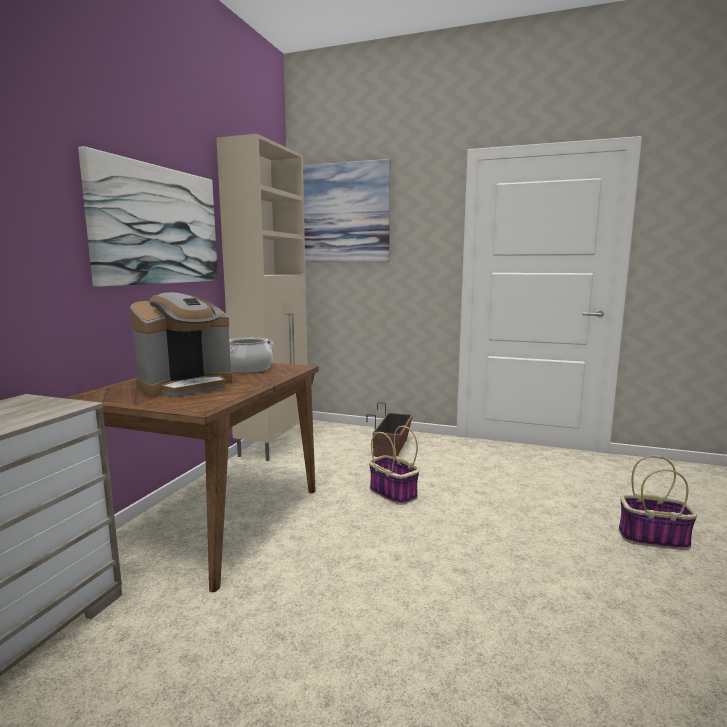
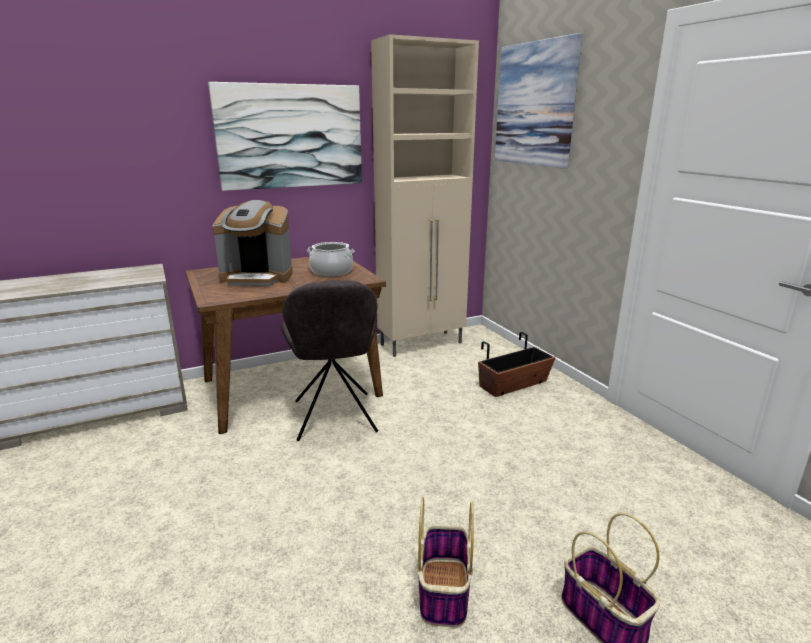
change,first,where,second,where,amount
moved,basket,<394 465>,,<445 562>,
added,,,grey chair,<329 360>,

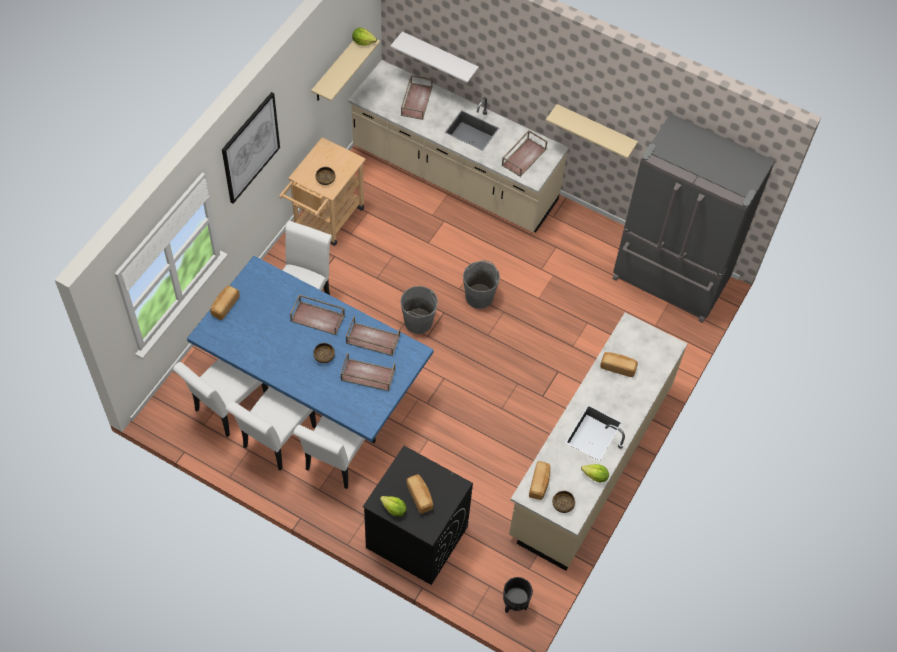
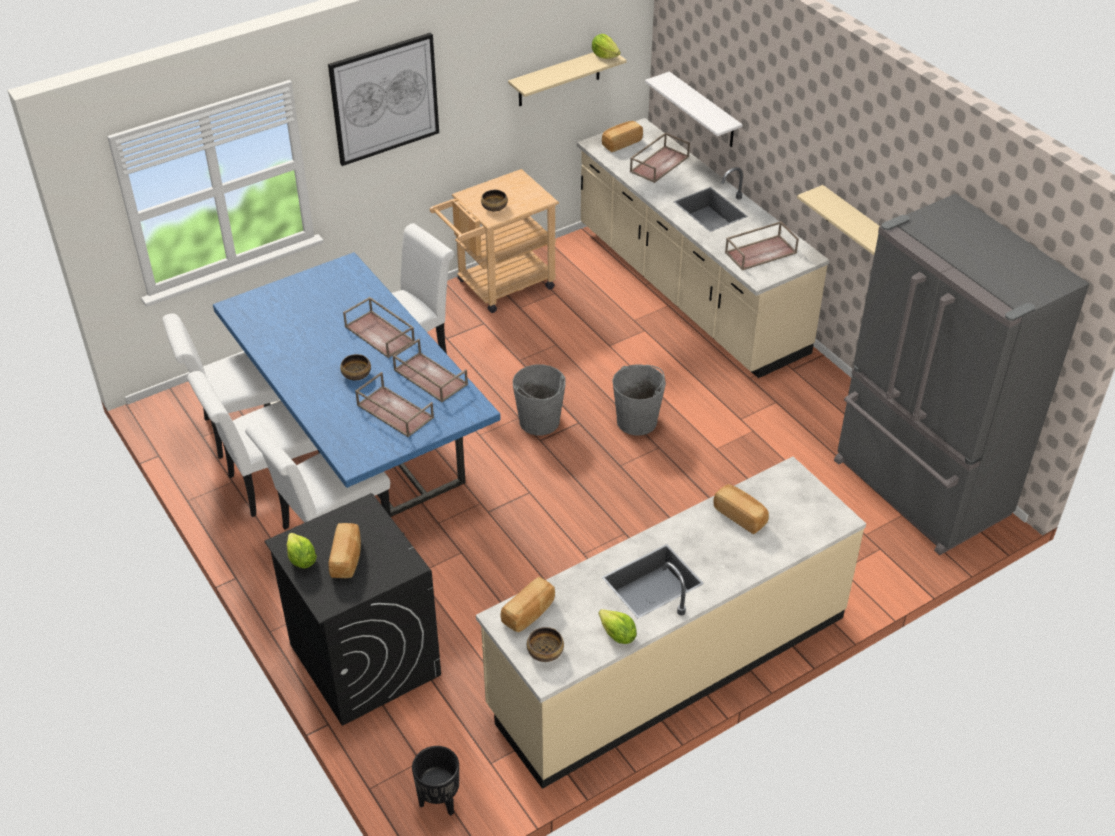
change,first,where,second,where,amount
moved,bread,<225 303>,,<622 136>,

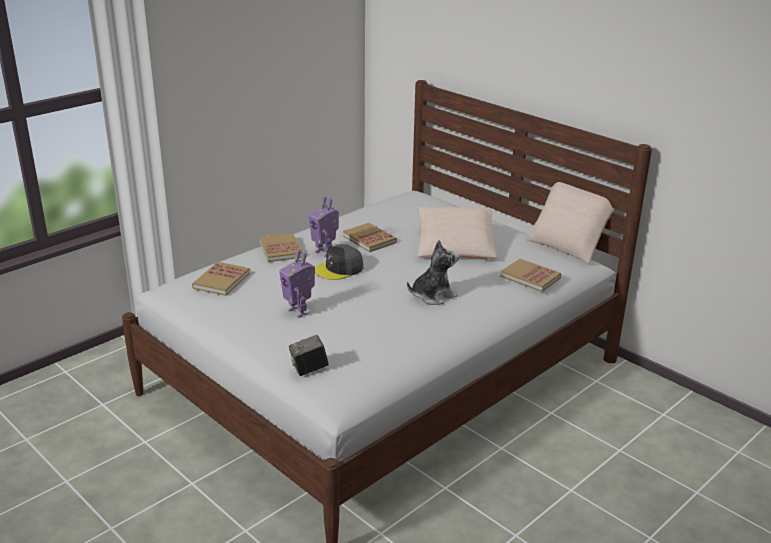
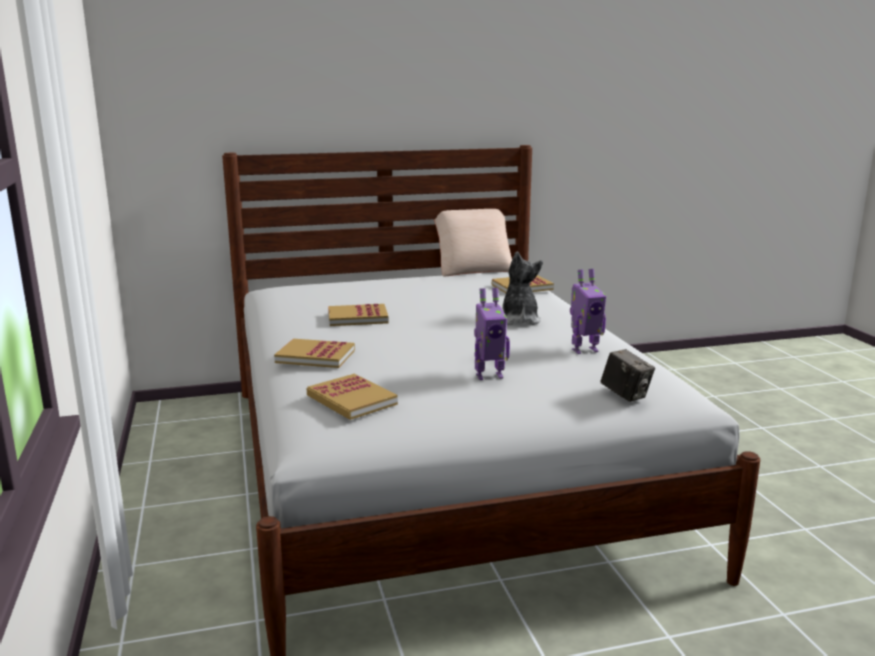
change,first,where,second,where,amount
turned,photo camera,<309 355>,,<627 375>,45 degrees counterclockwise
moved,toy robot,<324 226>,,<588 311>,
removed,grey cap,<339 262>,,,
removed,beige pillow,<457 232>,,,

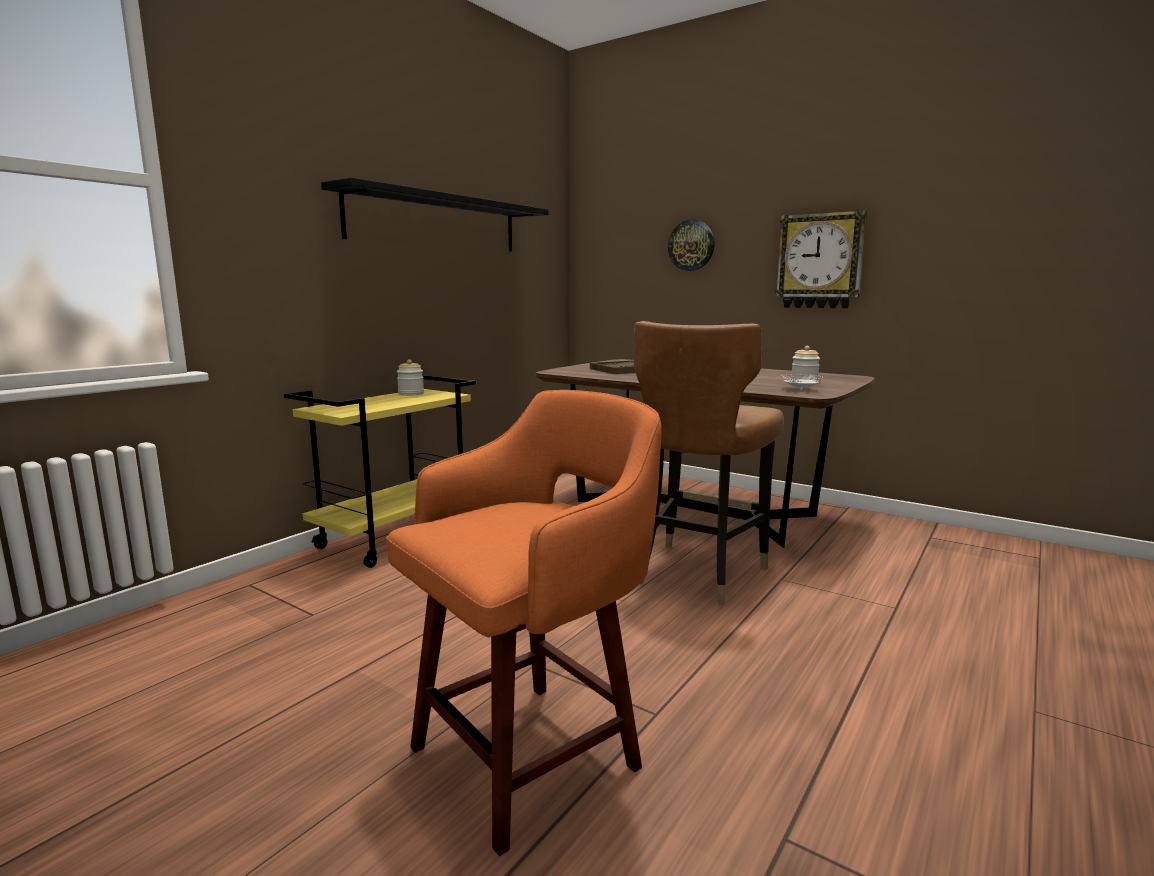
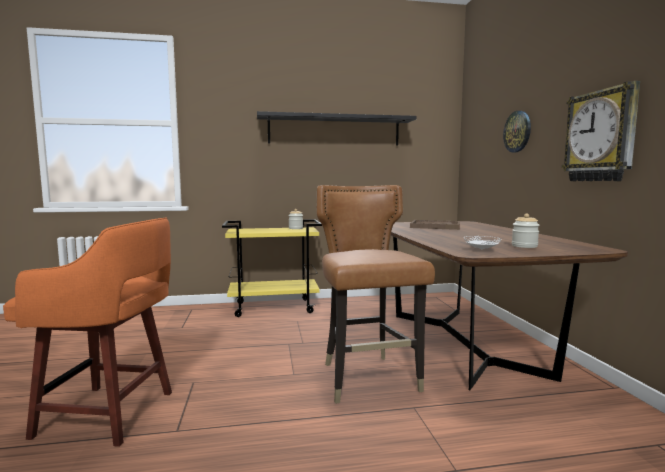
change,first,where,second,where,amount
turned,brown chair,<709 463>,,<375 294>,90 degrees clockwise

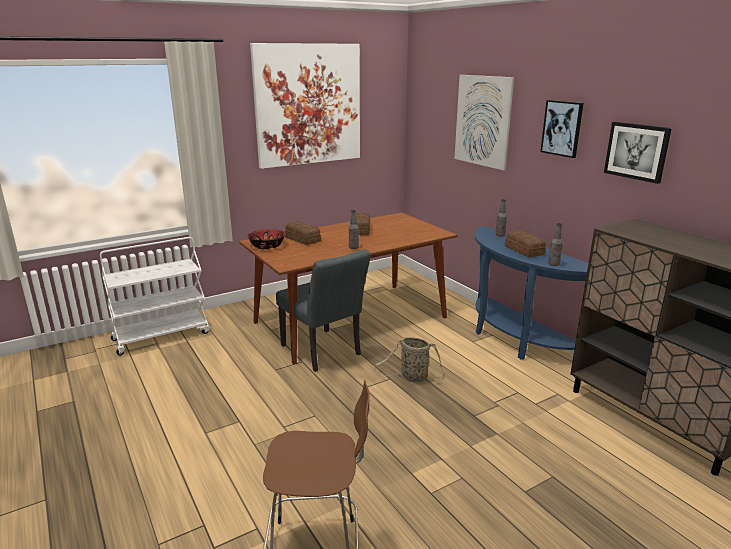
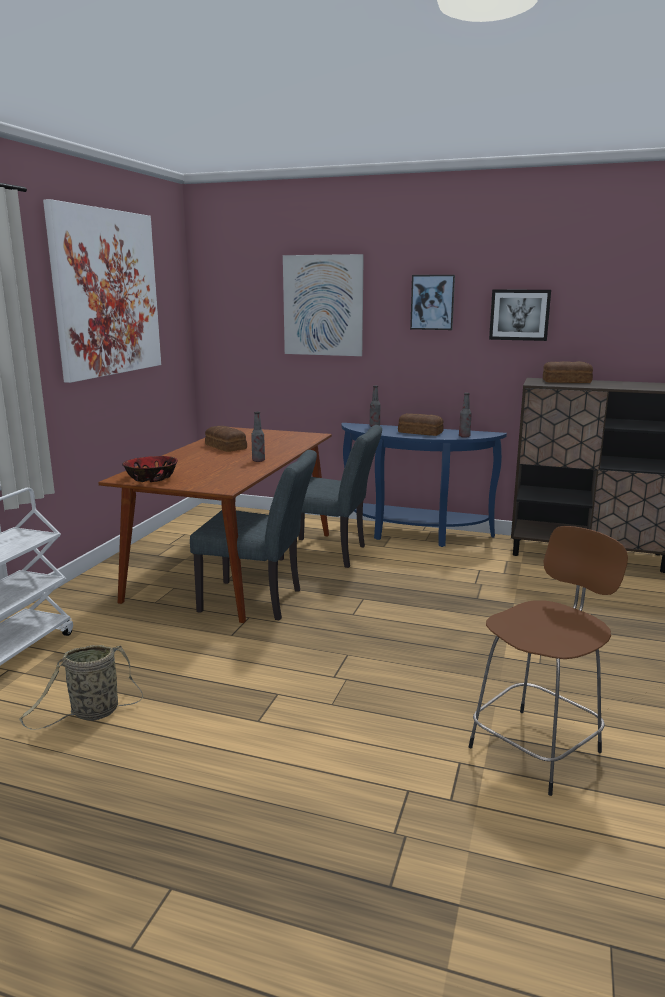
change,first,where,second,where,amount
moved,bread,<303 233>,,<568 372>,
moved,basket,<409 360>,,<81 687>,
added,,,grey chair,<330 496>,

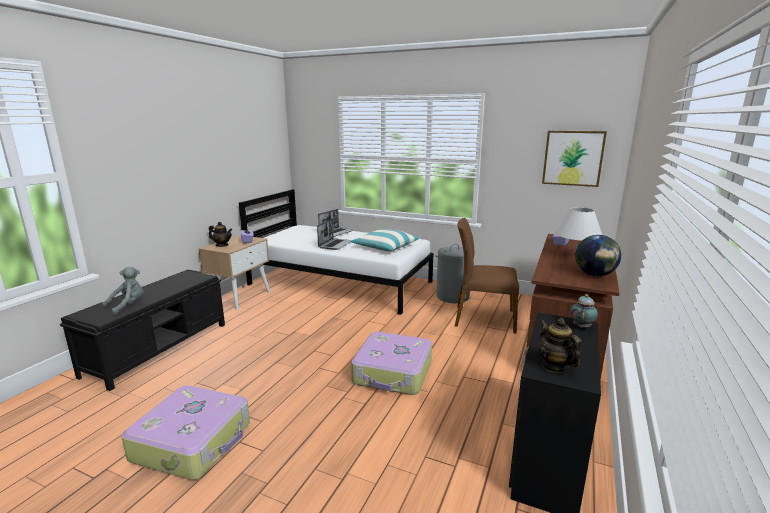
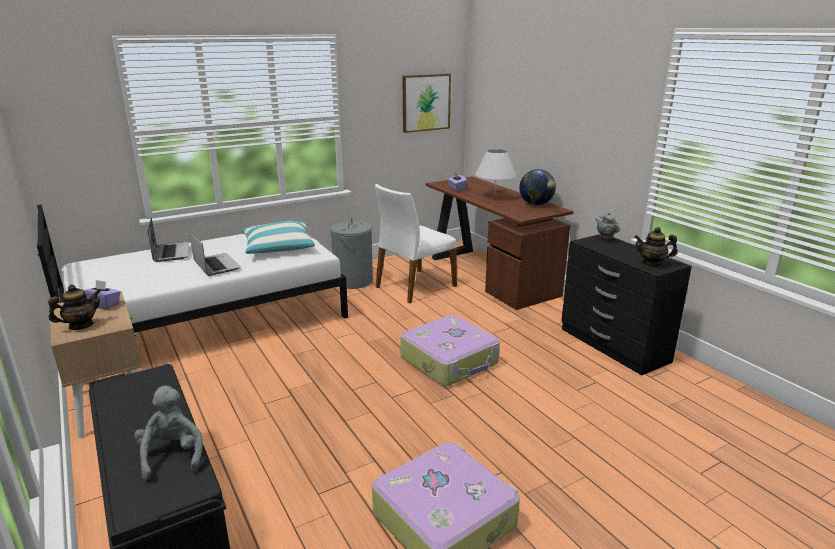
change,first,where,second,where,amount
recoloured,brown chair,<487 276>,white chair,<416 244>,

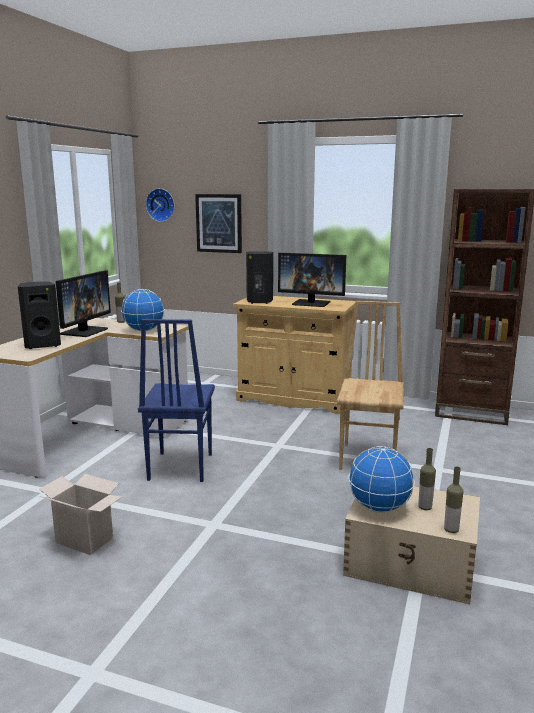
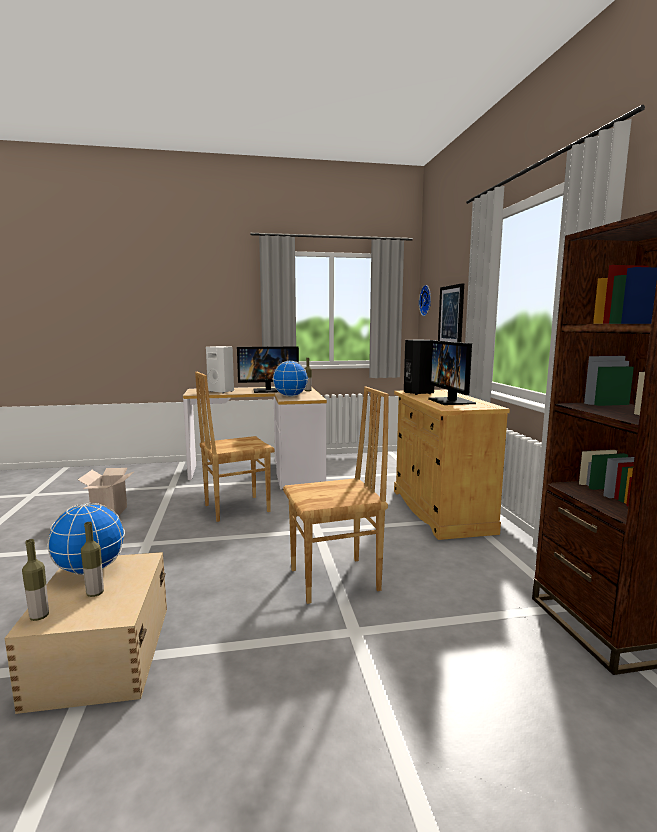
change,first,where,second,where,amount
recoloured,black speaker,<39 315>,white speaker,<220 369>,
recoloured,blue chair,<176 400>,brown chair,<235 447>,

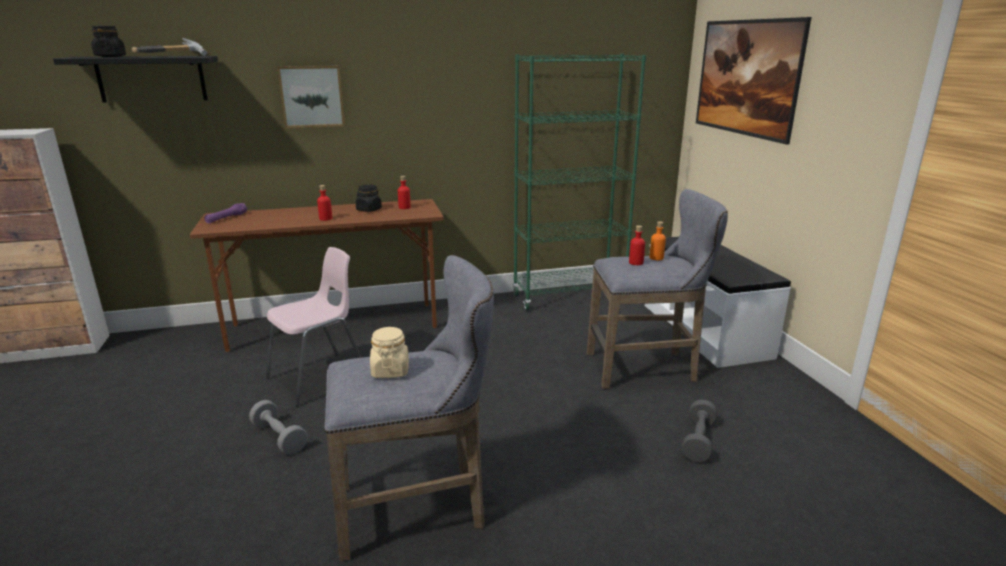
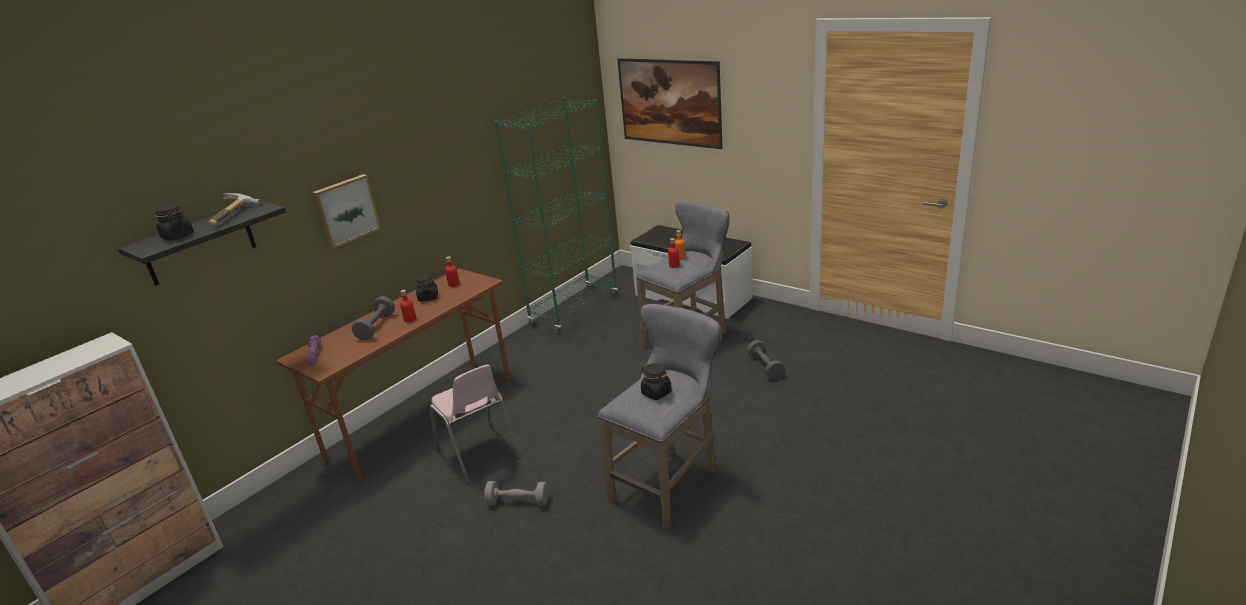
change,first,where,second,where,amount
turned,pink chair,<314 326>,,<474 424>,135 degrees clockwise
recoloured,beige jar,<389 352>,black jar,<656 381>,
added,,,grey dumbbell,<373 318>,

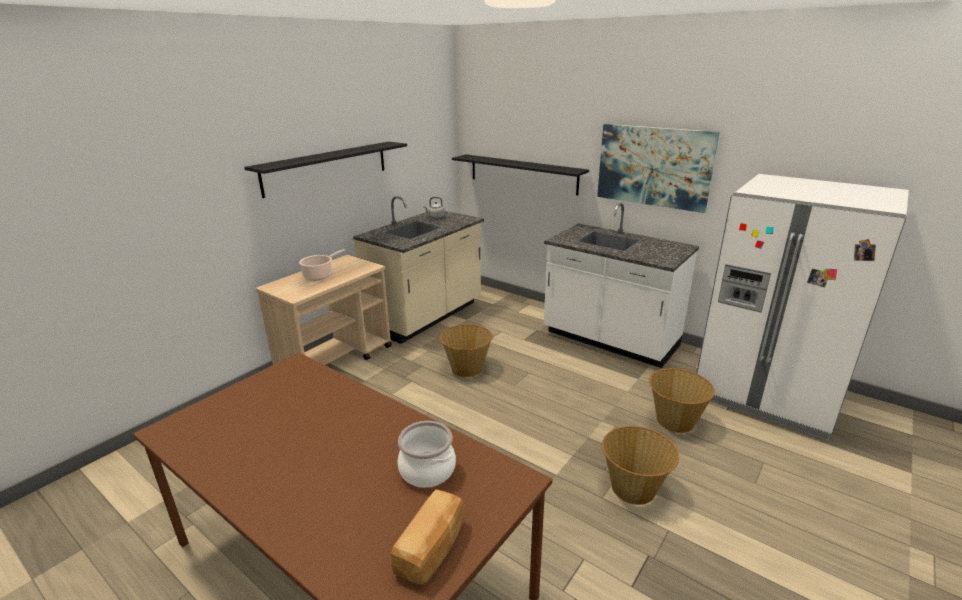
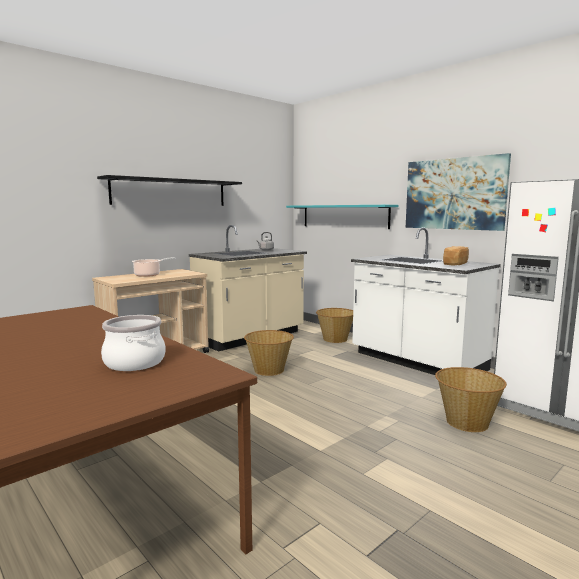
change,first,where,second,where,amount
moved,bread,<427 536>,,<456 255>,
recoloured,black shelf,<520 174>,turquoise shelf,<342 217>,
moved,basket,<640 465>,,<334 325>,

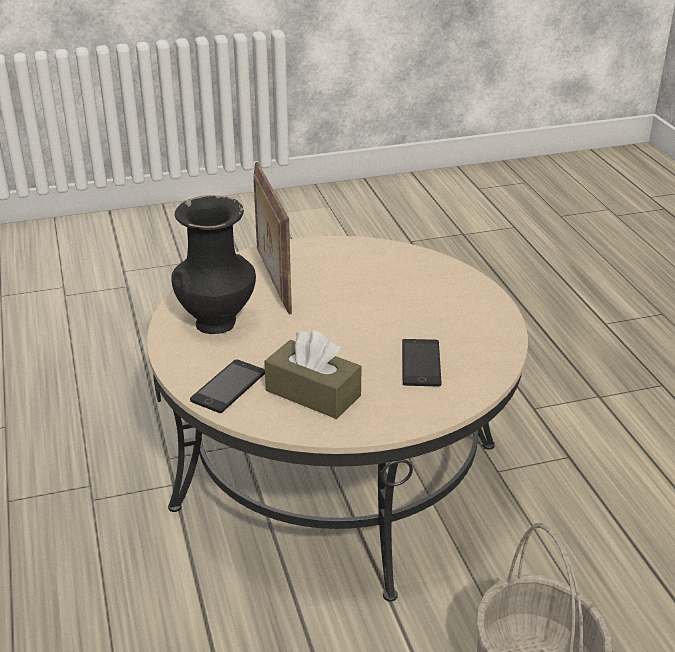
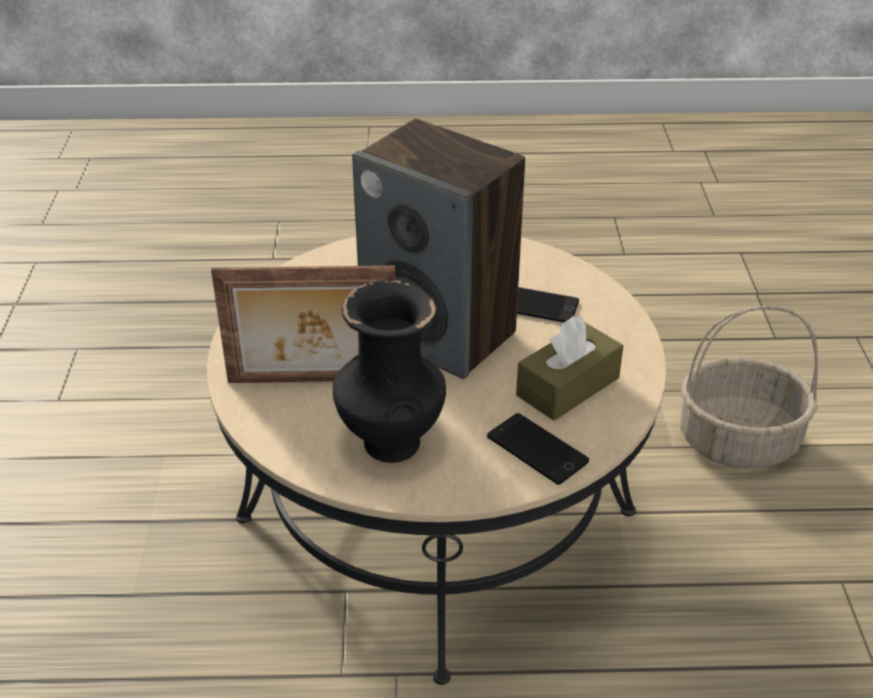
change,first,where,second,where,amount
added,,,speaker,<438 249>,

